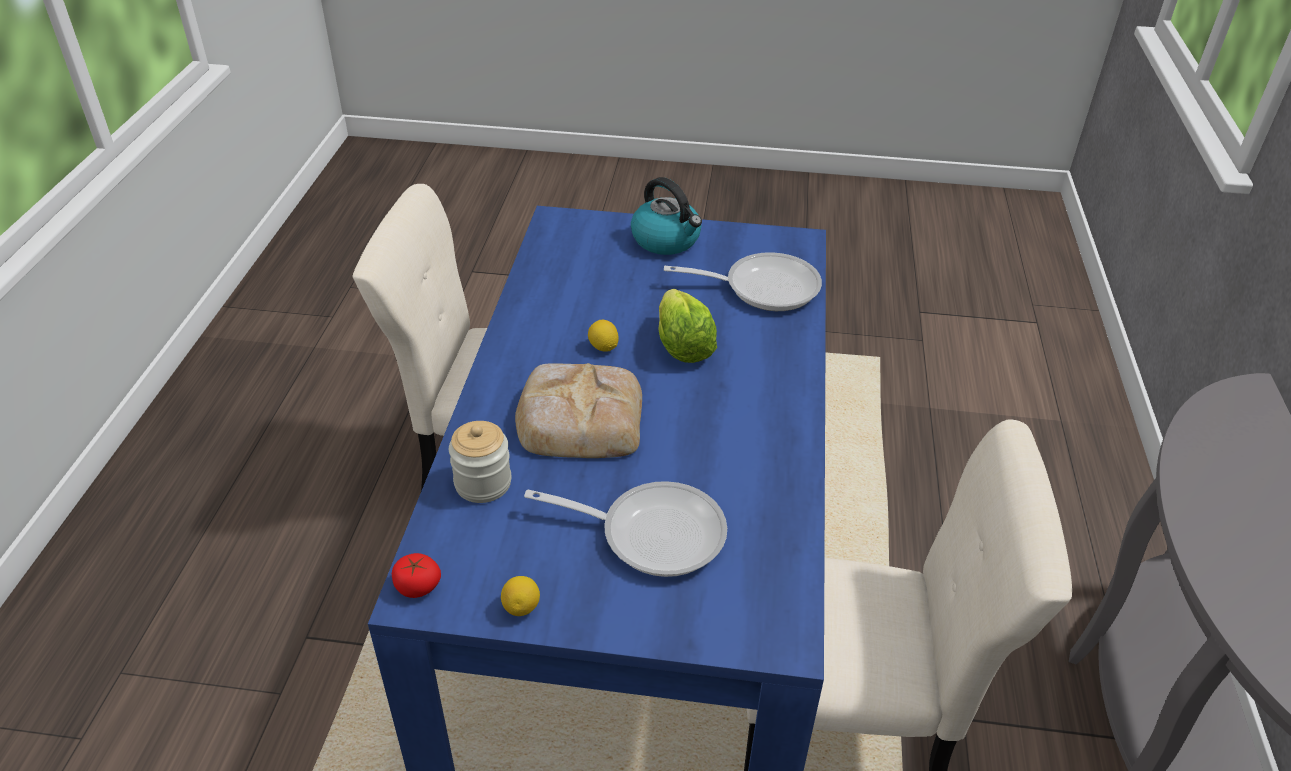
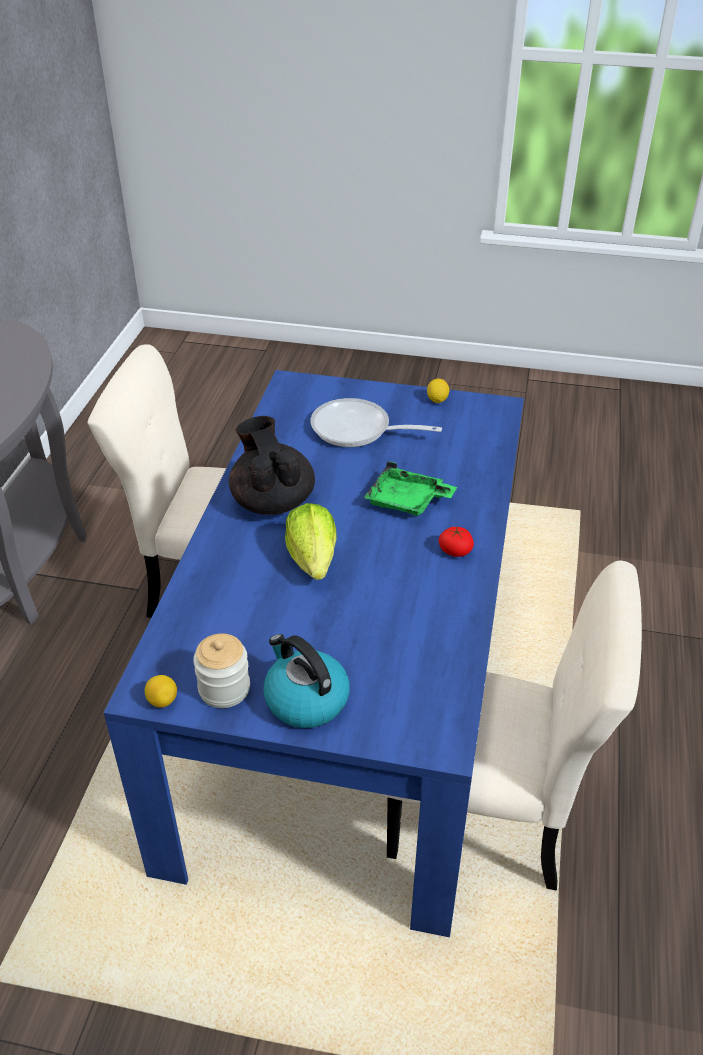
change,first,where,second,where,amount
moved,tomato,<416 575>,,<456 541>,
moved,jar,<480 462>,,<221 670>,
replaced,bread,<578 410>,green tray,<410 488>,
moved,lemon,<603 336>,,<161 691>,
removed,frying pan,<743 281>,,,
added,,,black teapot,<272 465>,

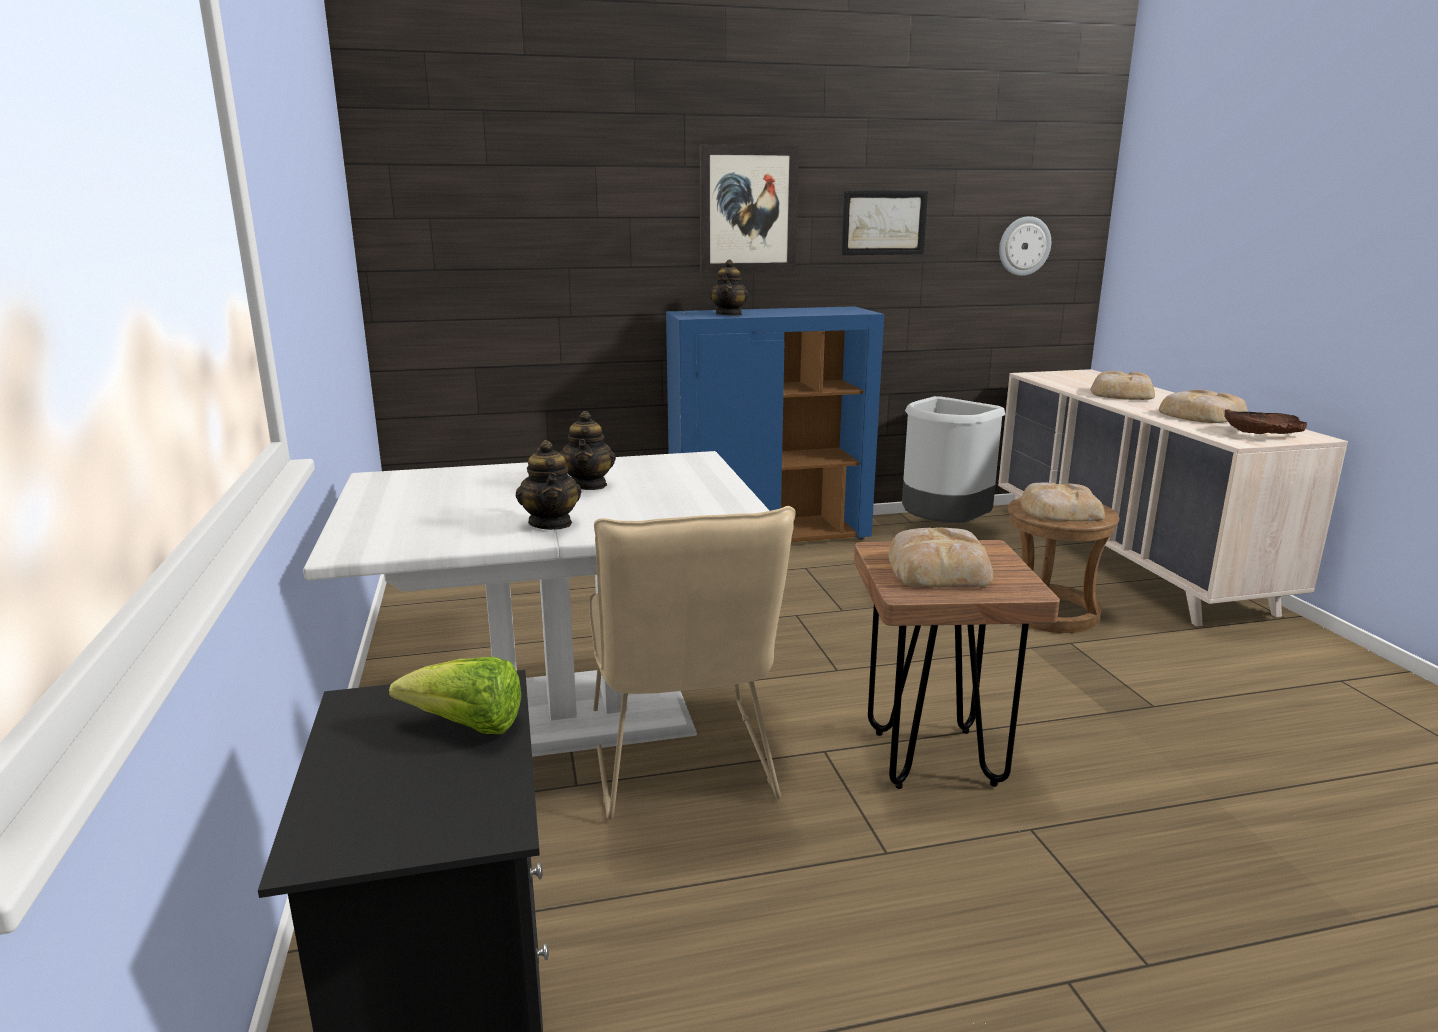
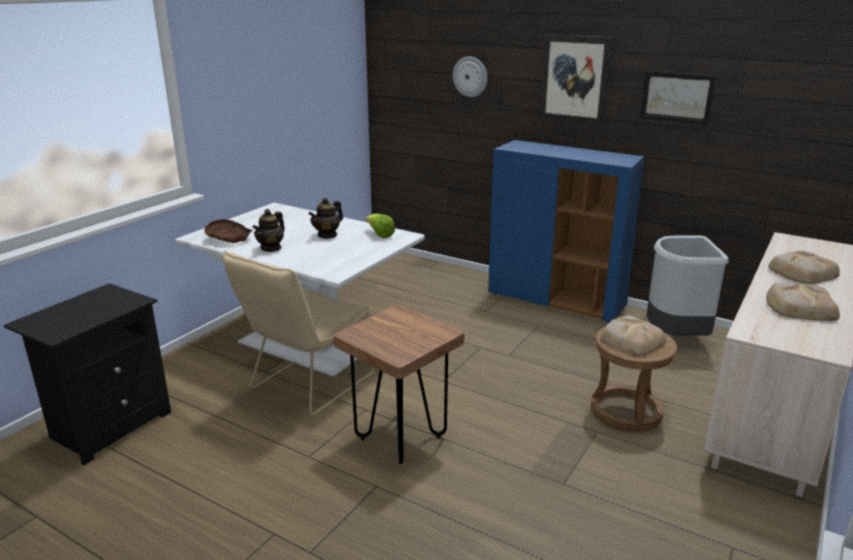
change,first,where,second,where,amount
moved,lettuce,<455 695>,,<380 226>,
removed,teapot,<729 288>,,,
removed,bread,<940 557>,,,
moved,wall clock,<1025 246>,,<470 76>,
moved,brown bowl,<1266 421>,,<228 231>,

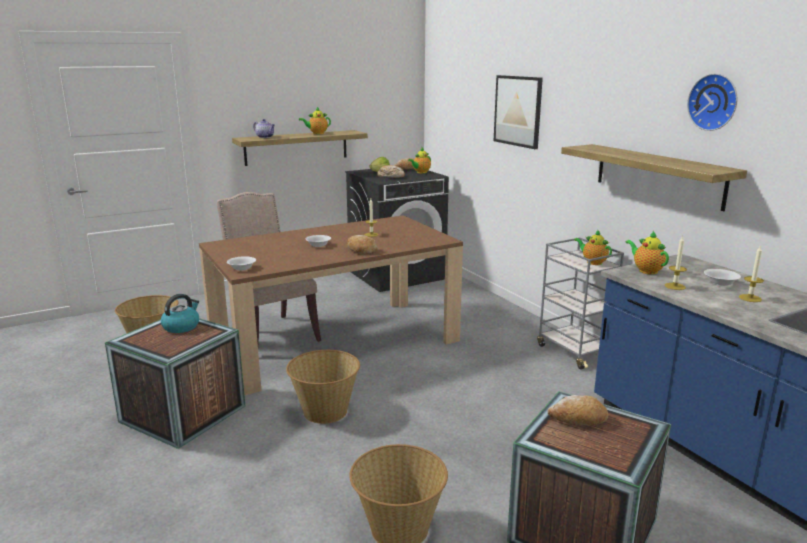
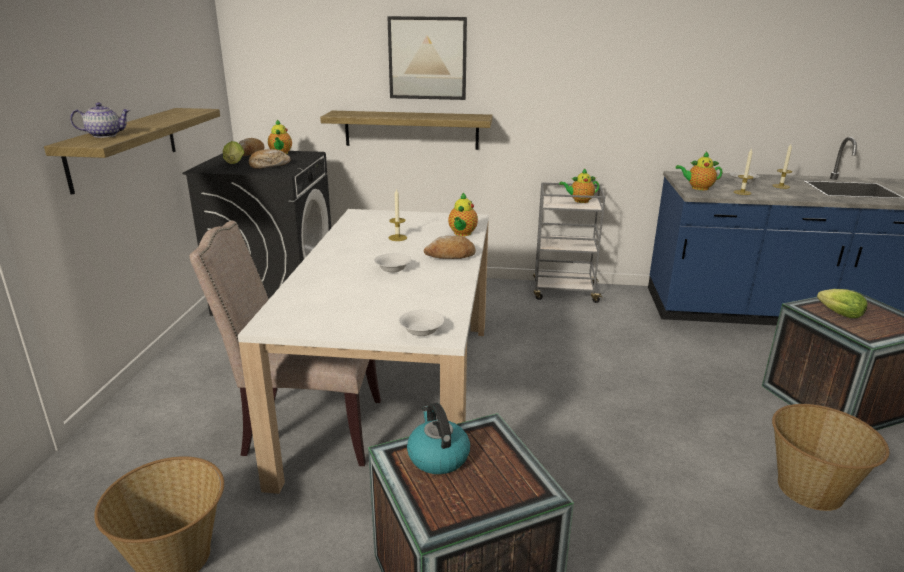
change,first,where,second,where,amount
recoloured,brown dining table,<331 305>,white dining table,<363 351>,
removed,basket,<323 387>,,,
moved,teapot,<315 120>,,<463 214>,
replaced,bread,<578 410>,lettuce,<842 303>,
moved,shelf,<654 177>,,<406 130>,
removed,wall clock,<712 102>,,,

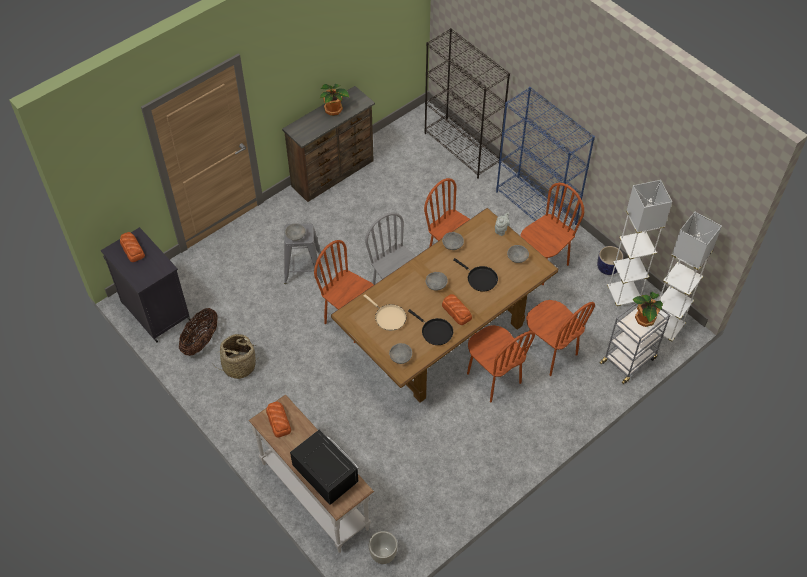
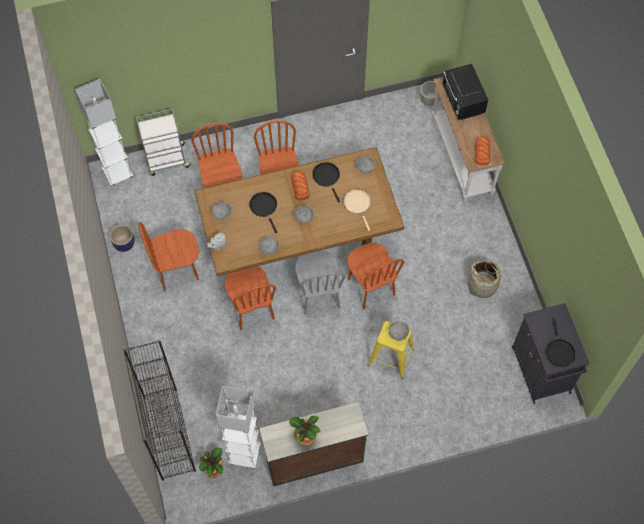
change,first,where,second,where,amount
replaced,bread,<132 247>,black frying pan,<561 343>,
removed,basket,<198 332>,,,
recoloured,grey stool,<303 253>,yellow stool,<391 350>,
removed,blue bookcase,<545 157>,,,
moved,white floor lamp,<639 243>,,<238 427>,
moved,potted plant,<647 309>,,<211 462>,

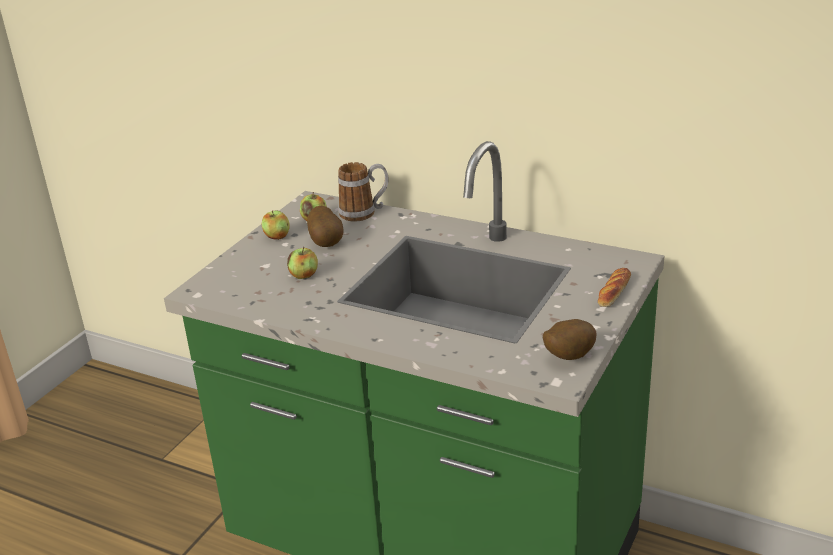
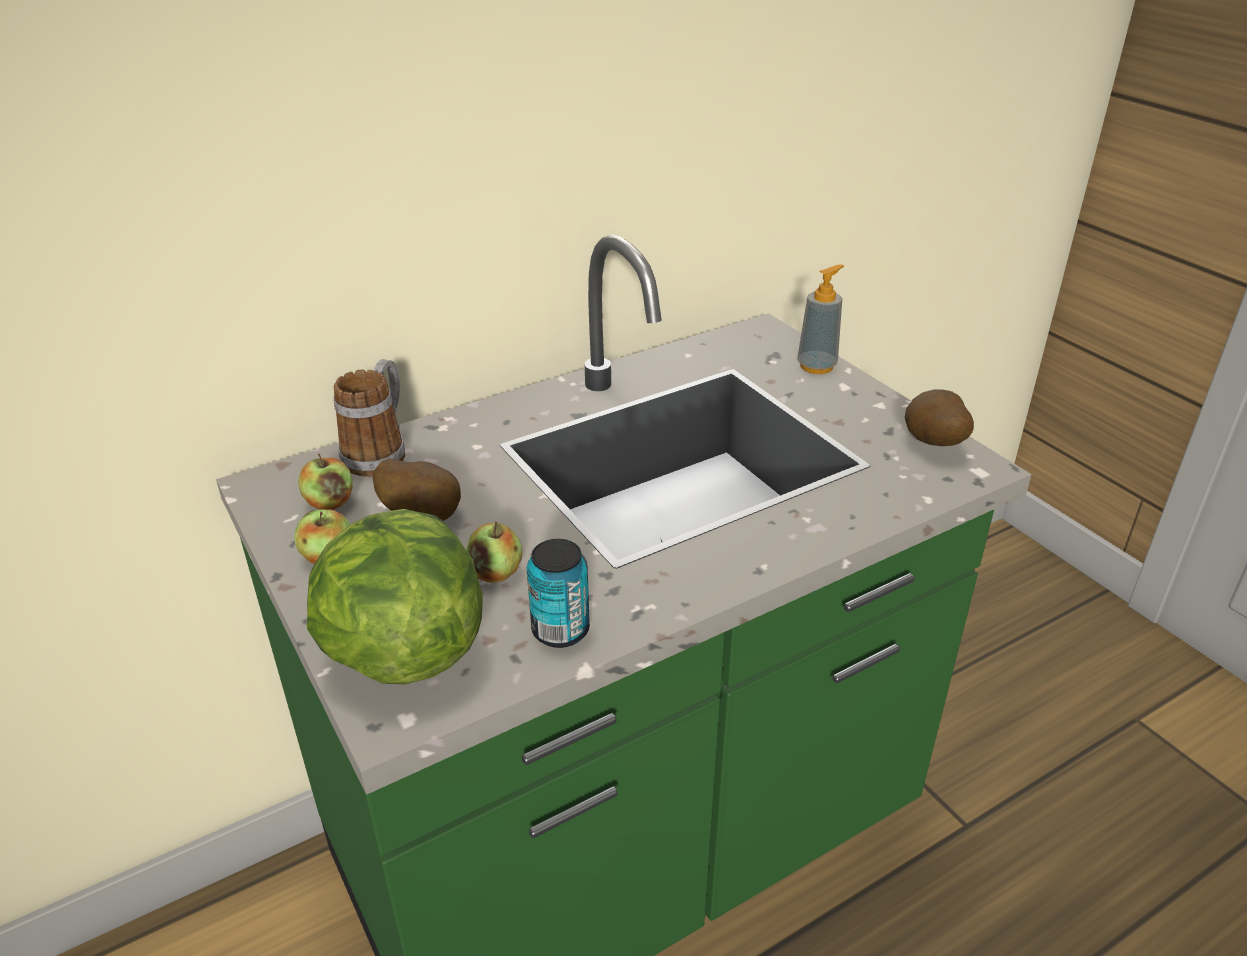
change,first,where,second,where,amount
replaced,bread,<614 287>,soap dispenser,<820 319>,
added,,,lettuce,<395 597>,
added,,,can,<558 593>,

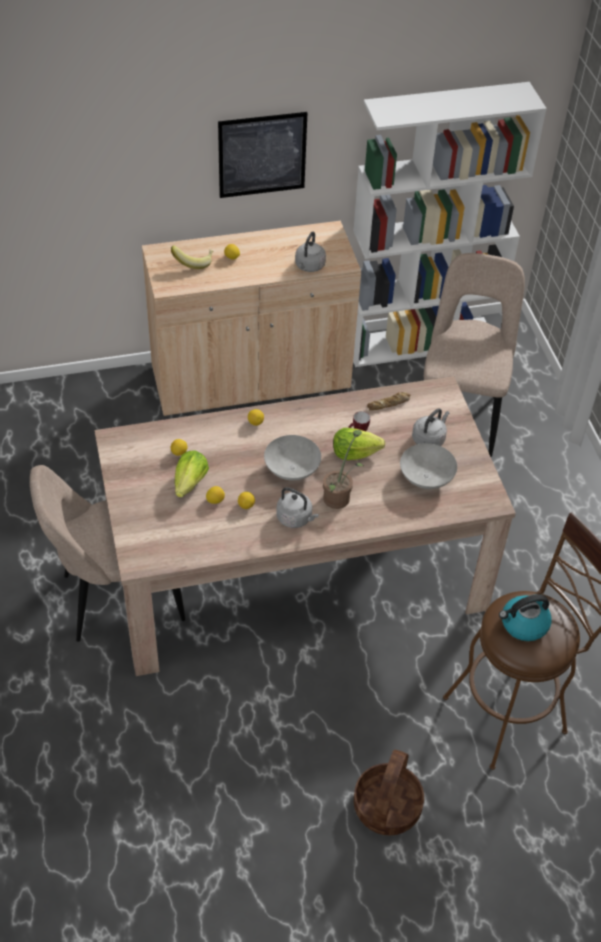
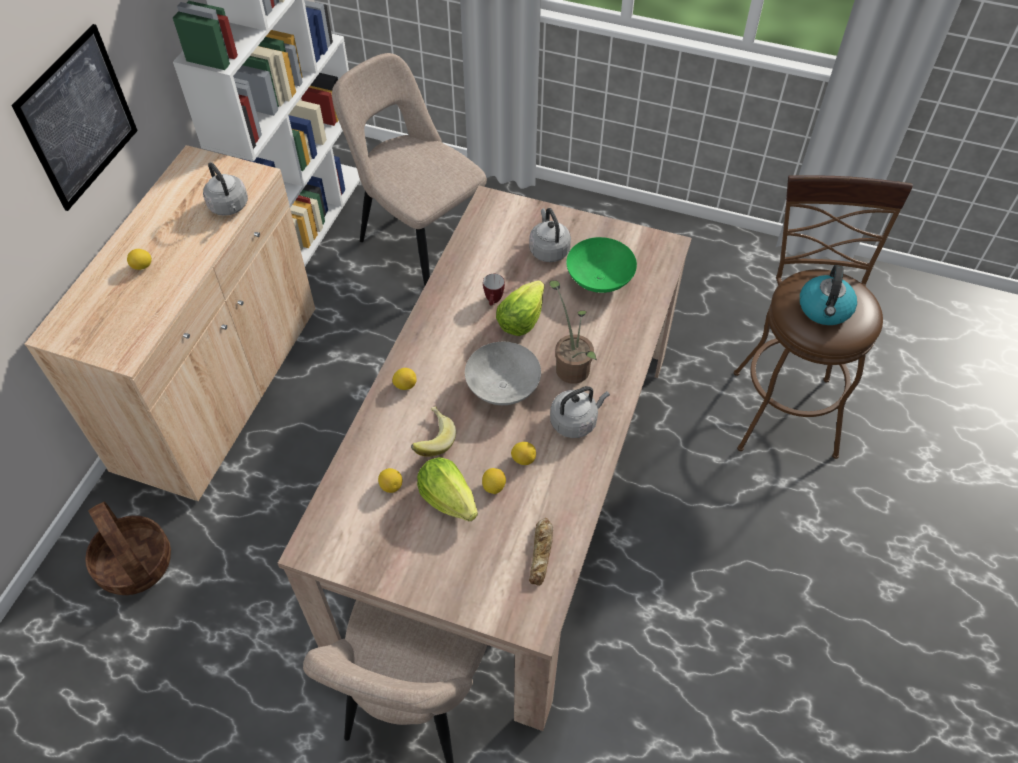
change,first,where,second,where,amount
moved,banana,<192 257>,,<433 431>,
moved,basket,<389 793>,,<128 548>,
moved,bread,<388 401>,,<541 552>,
recoloured,grey bowl,<428 466>,green bowl,<601 265>,

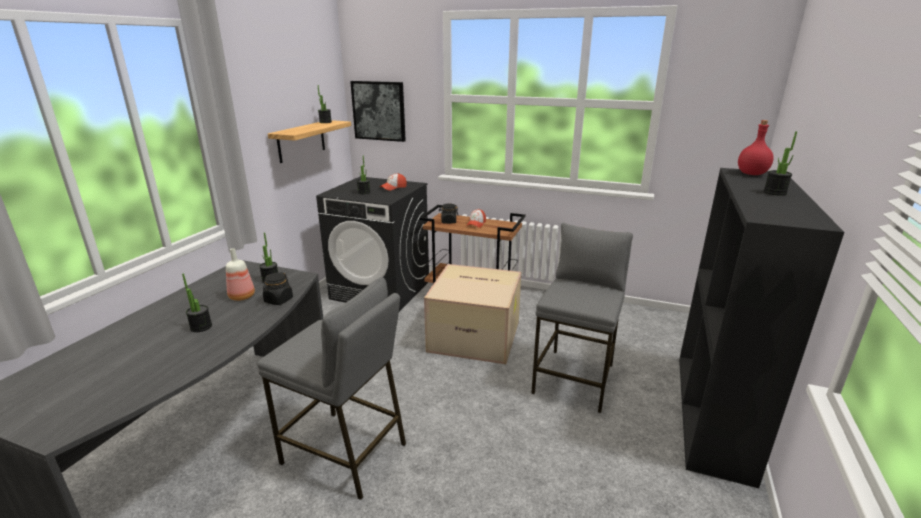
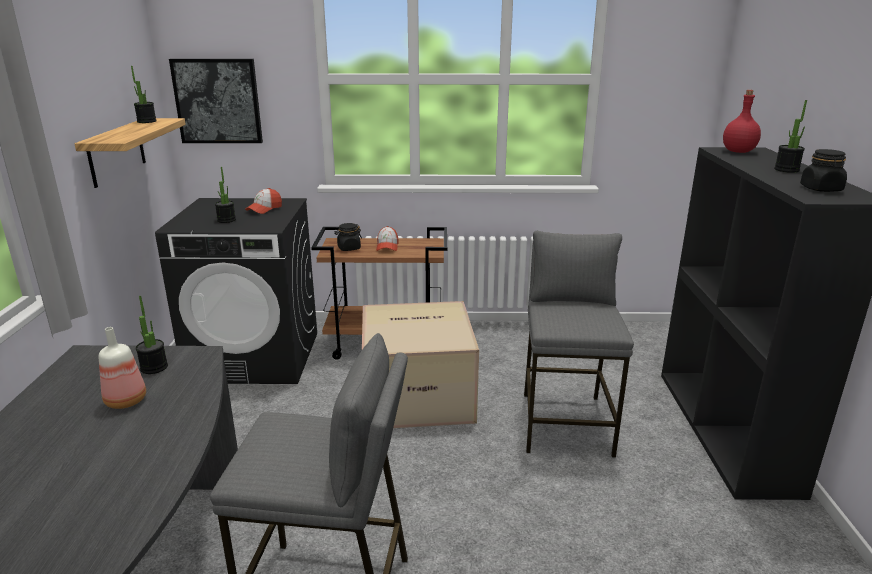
change,first,where,second,where,amount
removed,potted plant,<197 302>,,,
moved,black jar,<278 288>,,<823 170>,

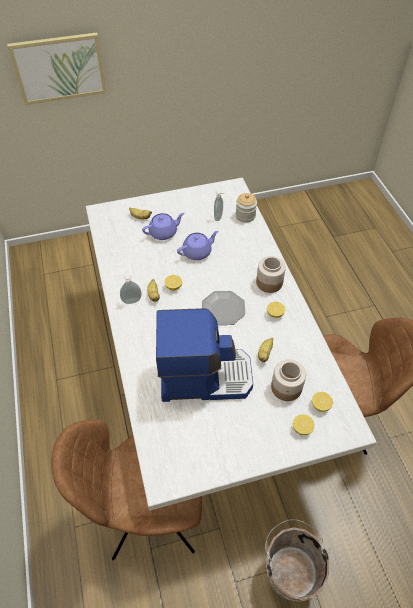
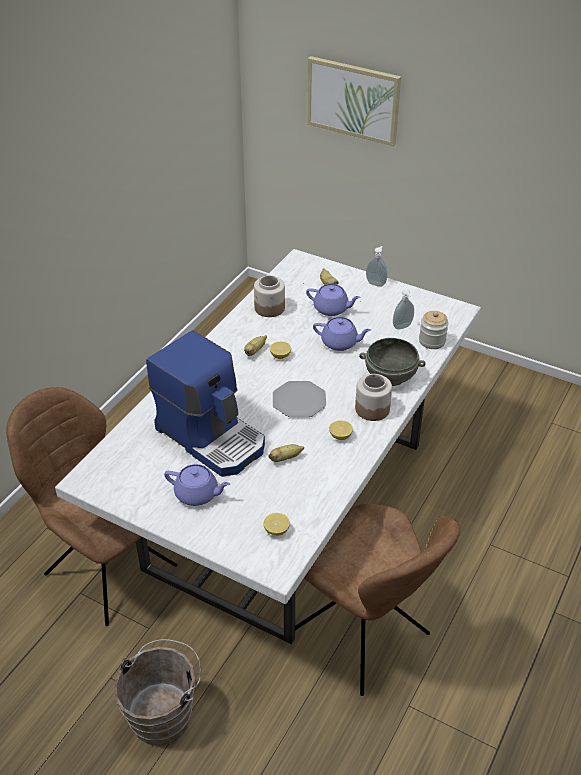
change,first,where,second,where,amount
moved,soap dispenser,<131 287>,,<376 266>,
moved,jar,<288 380>,,<269 296>,
removed,lemon,<304 424>,,,
added,,,purple teapot,<197 485>,
added,,,grey bowl,<392 362>,

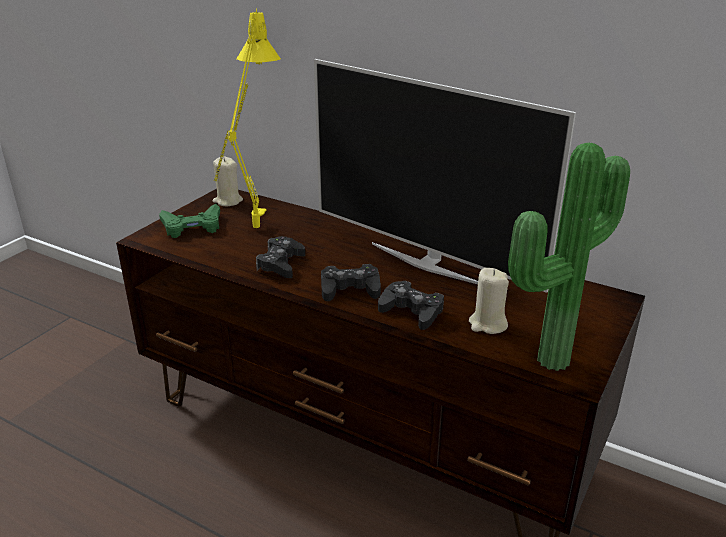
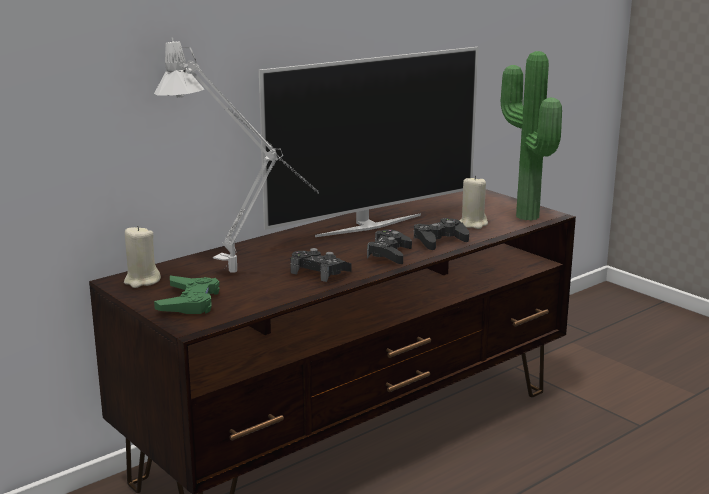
change,first,where,second,where,amount
recoloured,yellow table lamp,<247 118>,grey table lamp,<236 155>,

